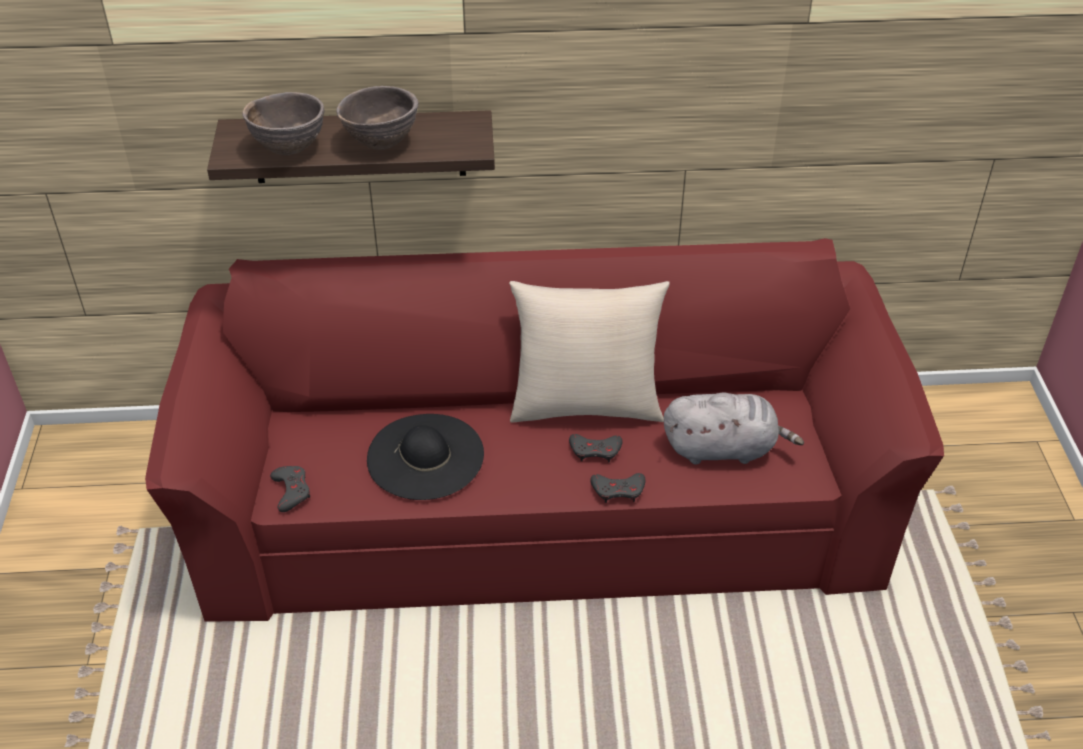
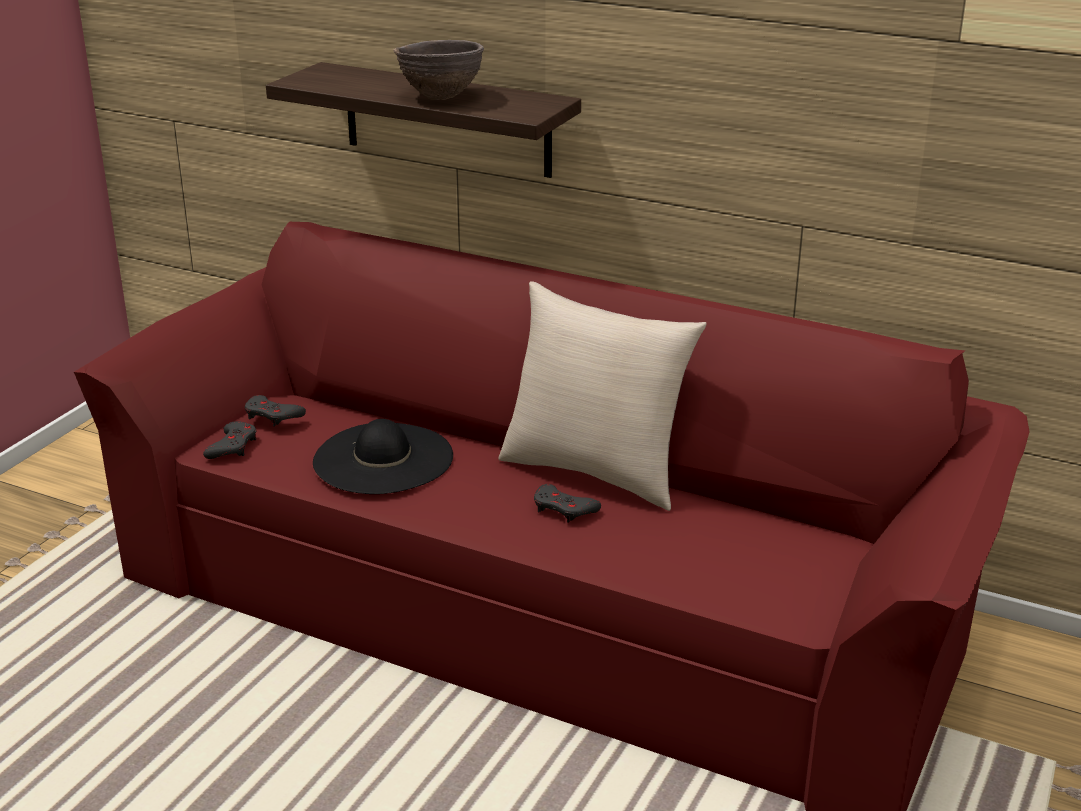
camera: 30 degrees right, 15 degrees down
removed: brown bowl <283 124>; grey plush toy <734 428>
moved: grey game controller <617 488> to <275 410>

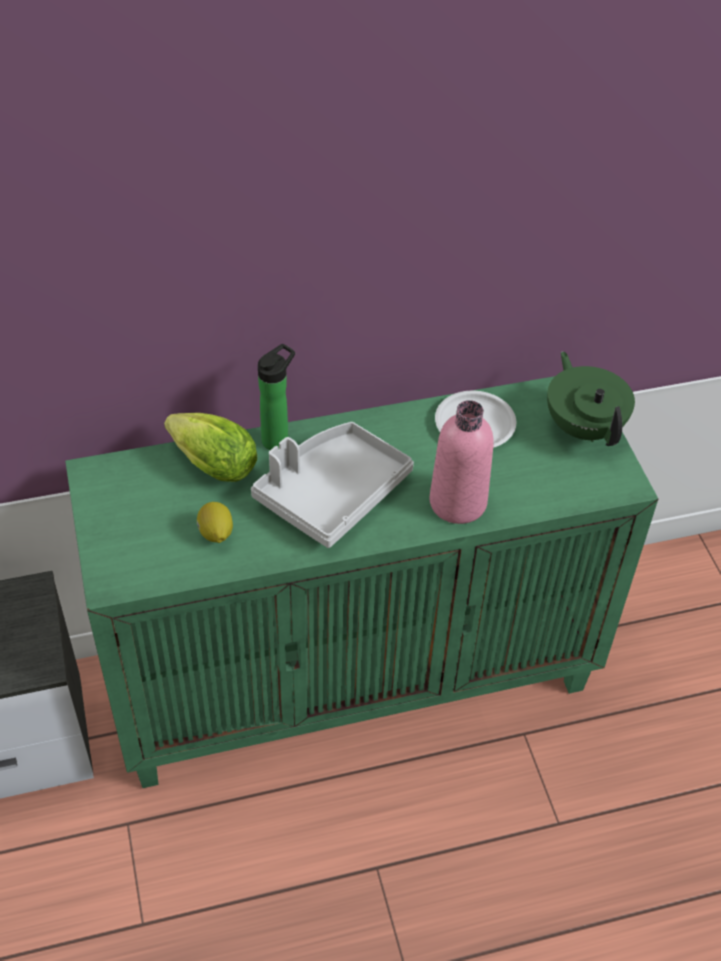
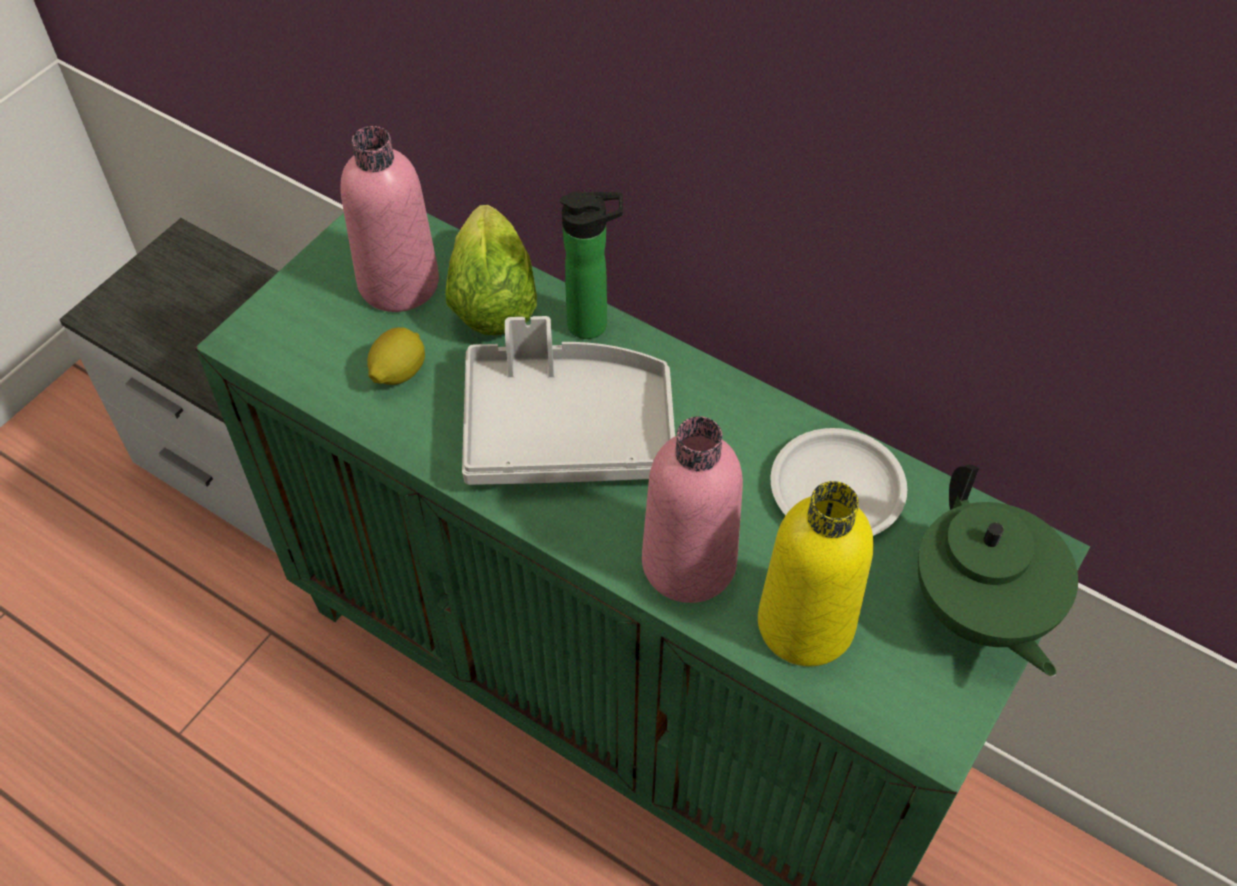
camera: 50 degrees right, 5 degrees up
added: pink bottle <389 219>; yellow bottle <816 573>
turned: green teapot <591 398> = <998 571> 135 degrees clockwise

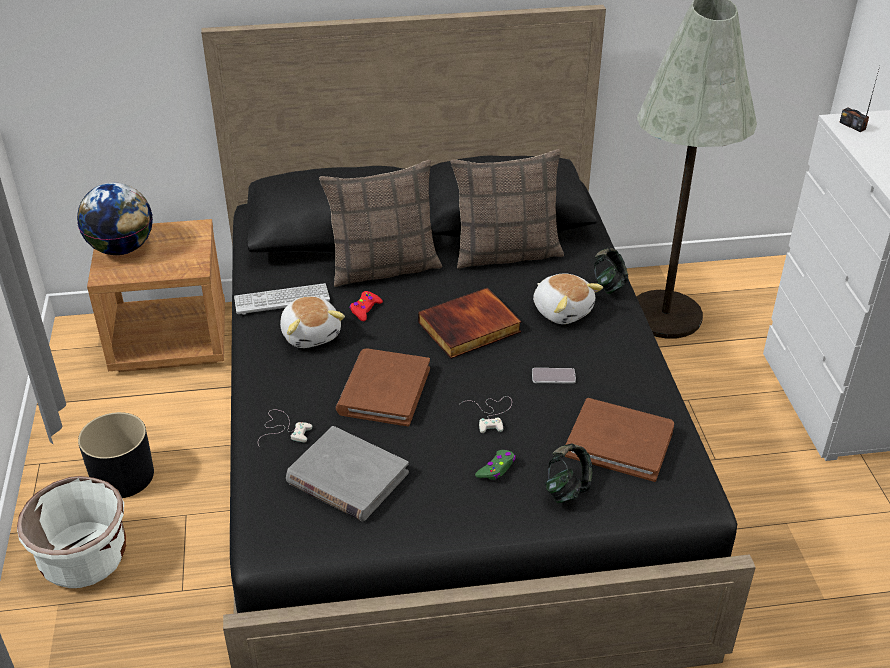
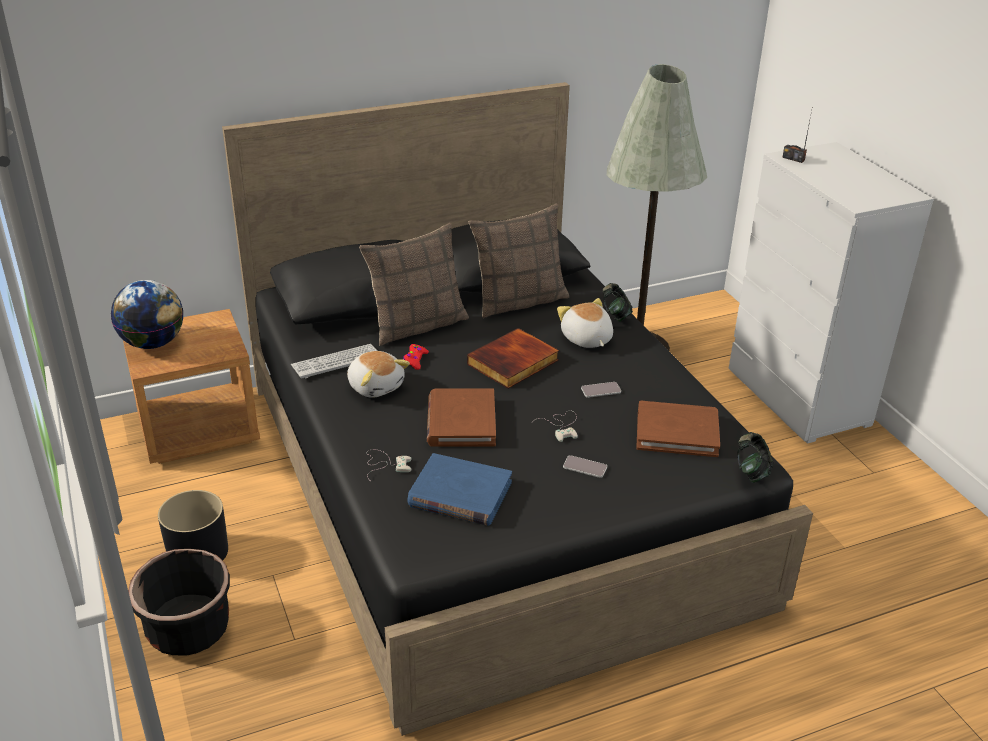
camera: 15 degrees left, 5 degrees down
moved: headphones <568 473> to <755 457>
replaced: green game controller <495 465> to phone <585 466>
recoloured: white planter <71 532> to black planter <179 602>; grey book <347 473> to blue book <459 489>
turned: plush toy <568 298> = <585 323> 150 degrees counterclockwise

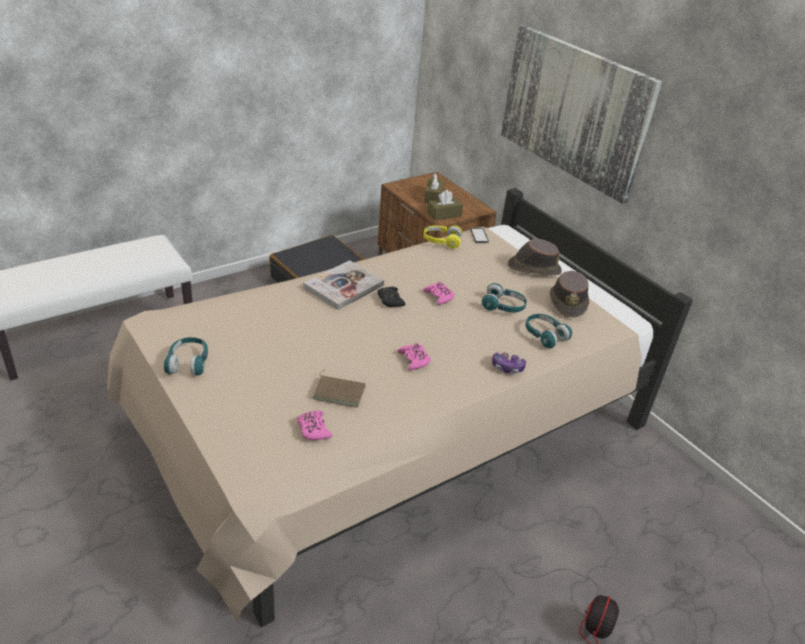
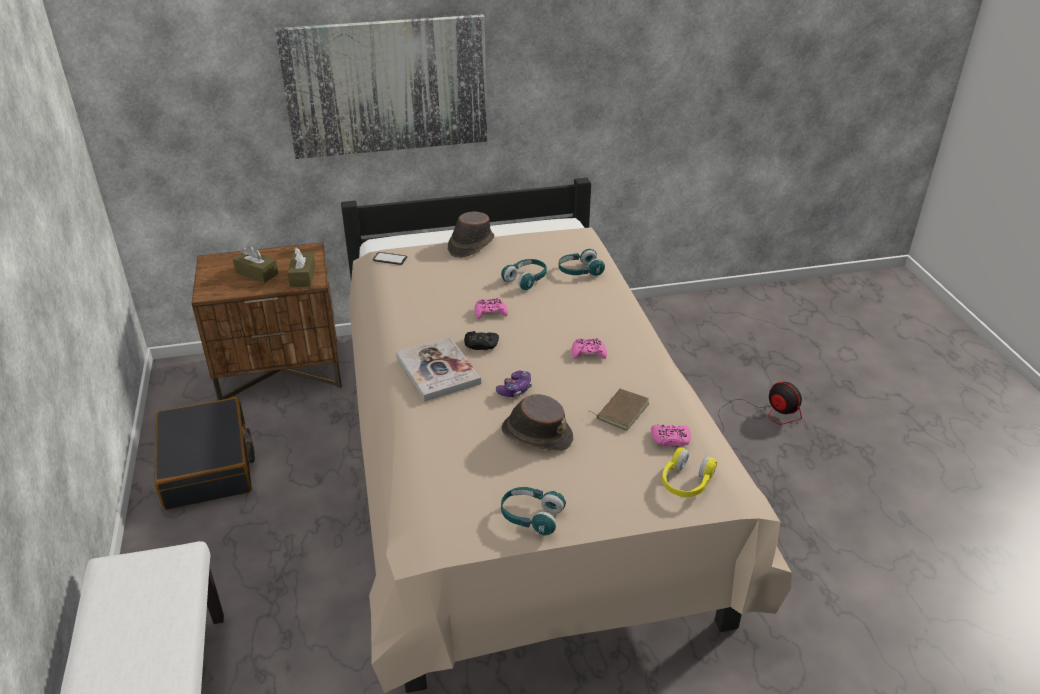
camera: 65 degrees left, 0 degrees up
moved: yellow headphones <443 237> to <689 472>; game controller <509 363> to <514 384>; brown hat <569 294> to <537 422>

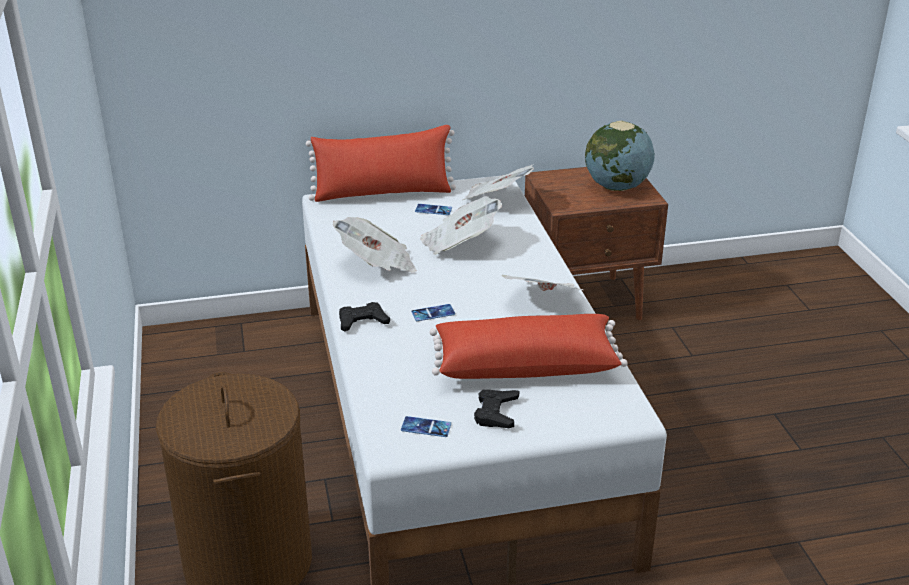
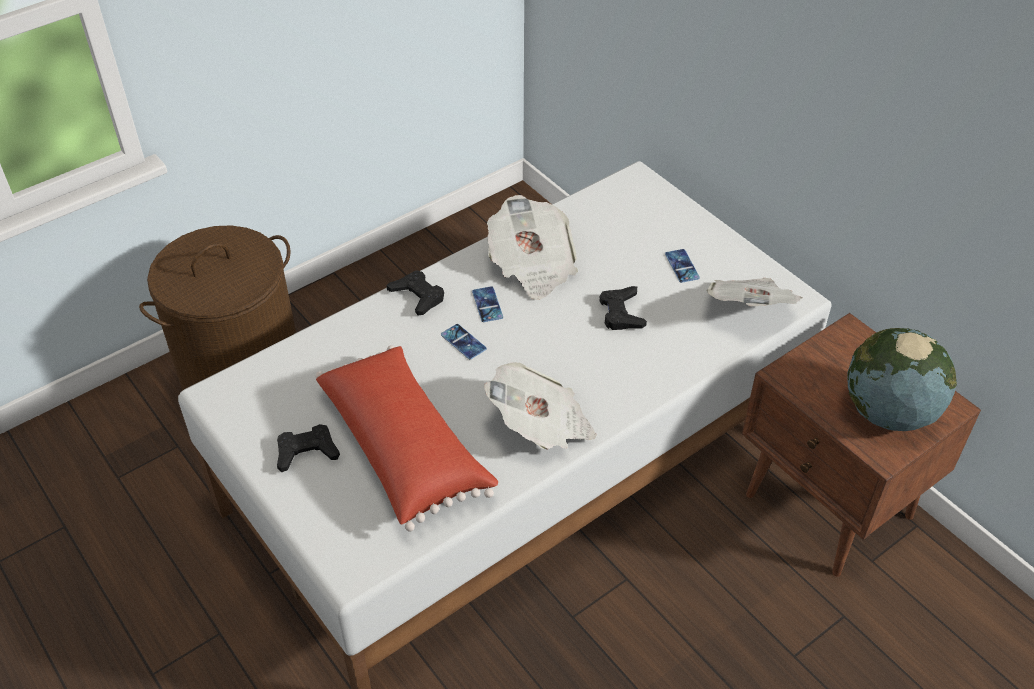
camera: 65 degrees right, 15 degrees up
removed: red pillow <381 163>
moved: phone <426 426> to <487 304>
replaced: newspaper <461 225> to black game controller <623 308>

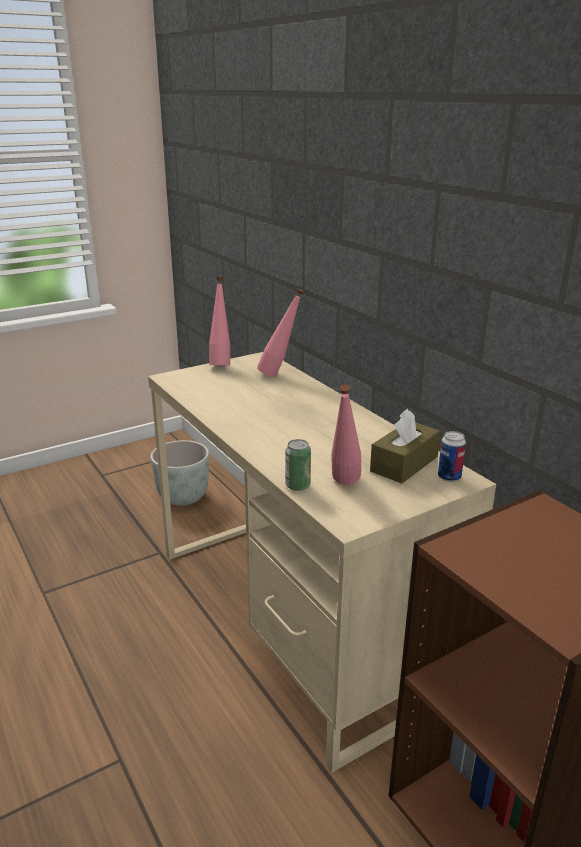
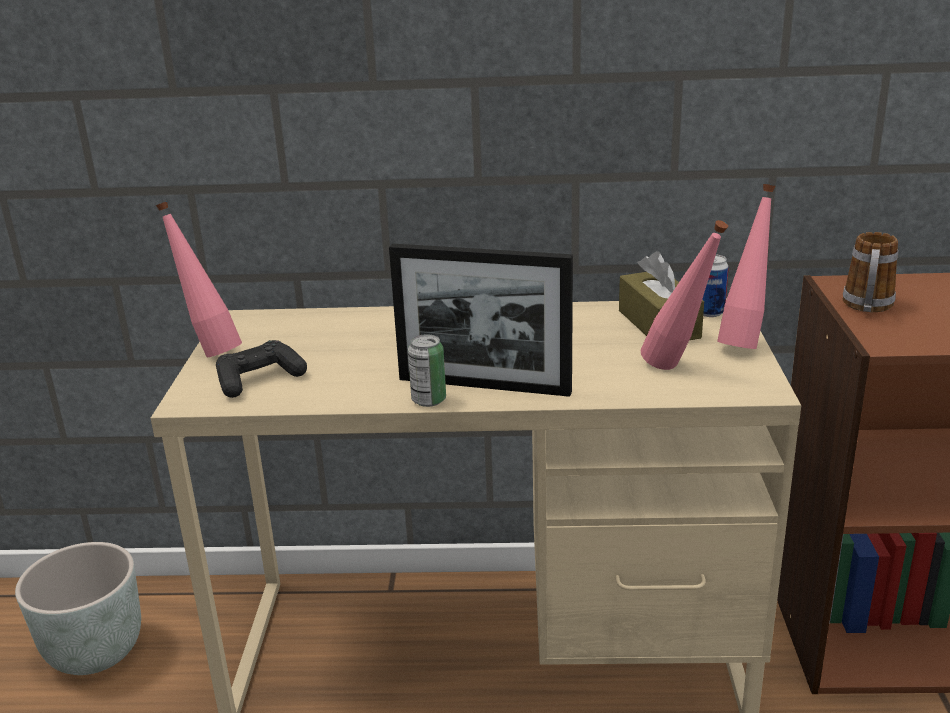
camera: 55 degrees left, 0 degrees up
added: black game controller <261 369>; picture frame <481 320>; mug <870 272>
moved: pink bottle <280 332> to <746 266>; can <298 465> to <427 370>

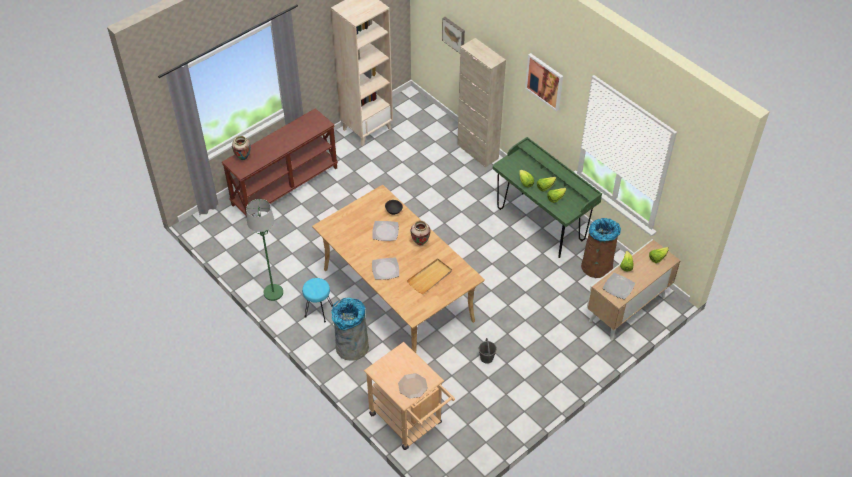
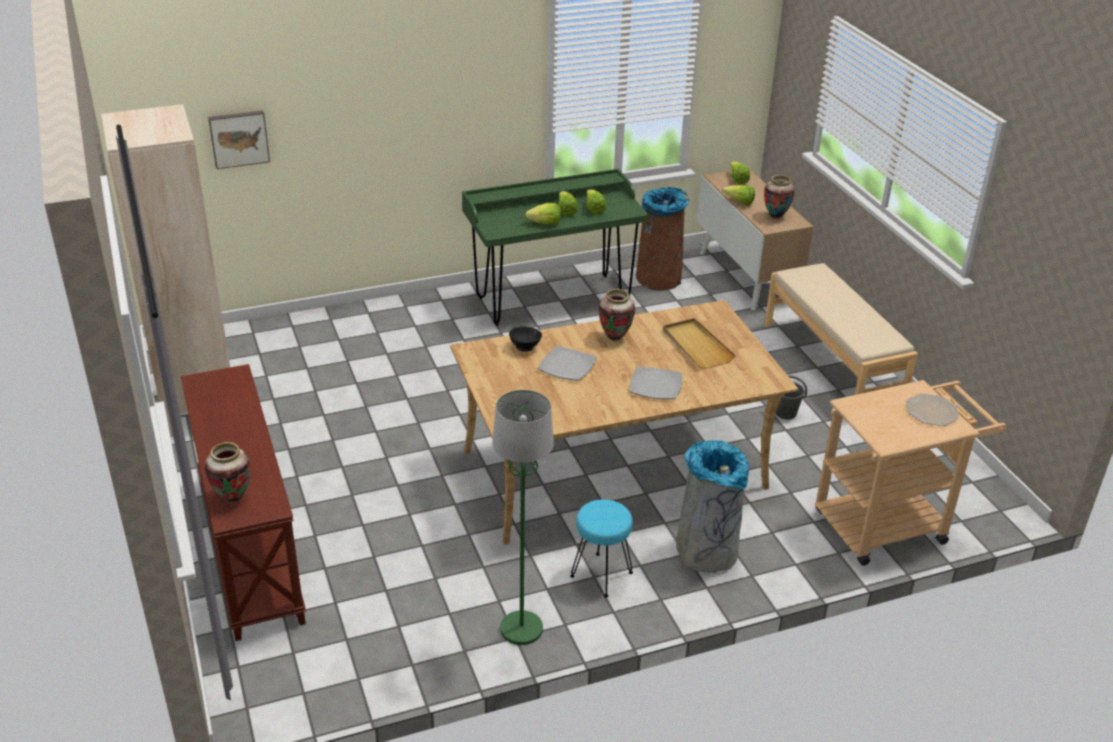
camera: 70 degrees left, 15 degrees down
removed: beige cabinet <481 102>; picture <544 82>
added: beige bench <841 329>
replaced: plate <619 286> to vase <779 197>

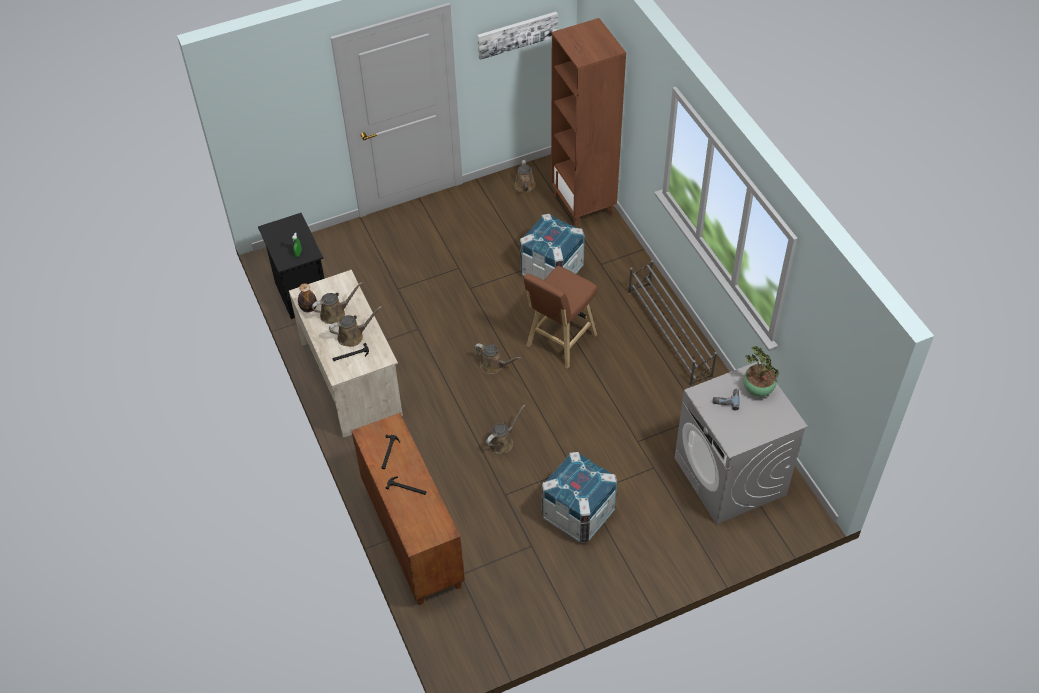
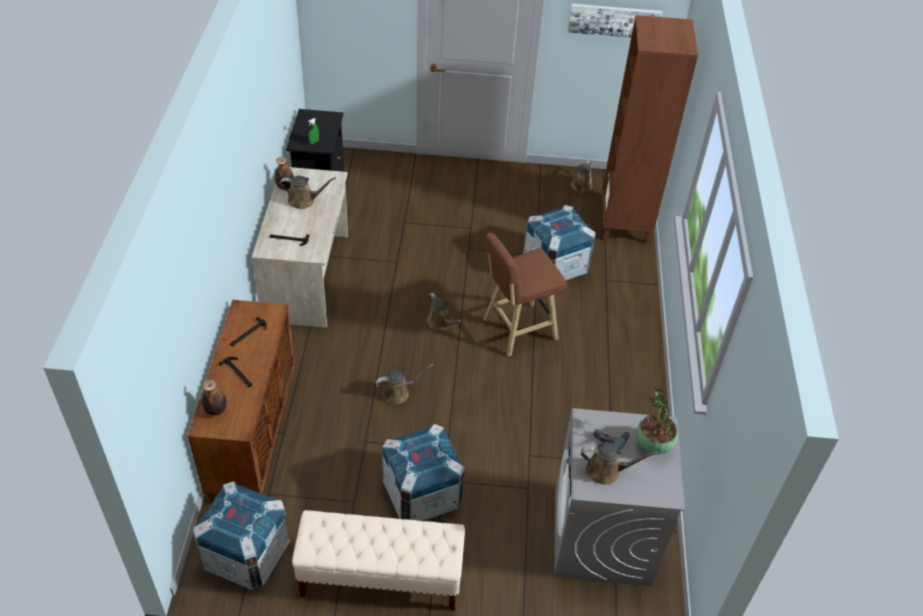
camera: 25 degrees right, 5 degrees down
removed: grey shoe rack <672 323>
added: crate <241 535>; bottle <214 398>; beige bench <378 560>
moved: brown watering can <355 326> to <620 464>

